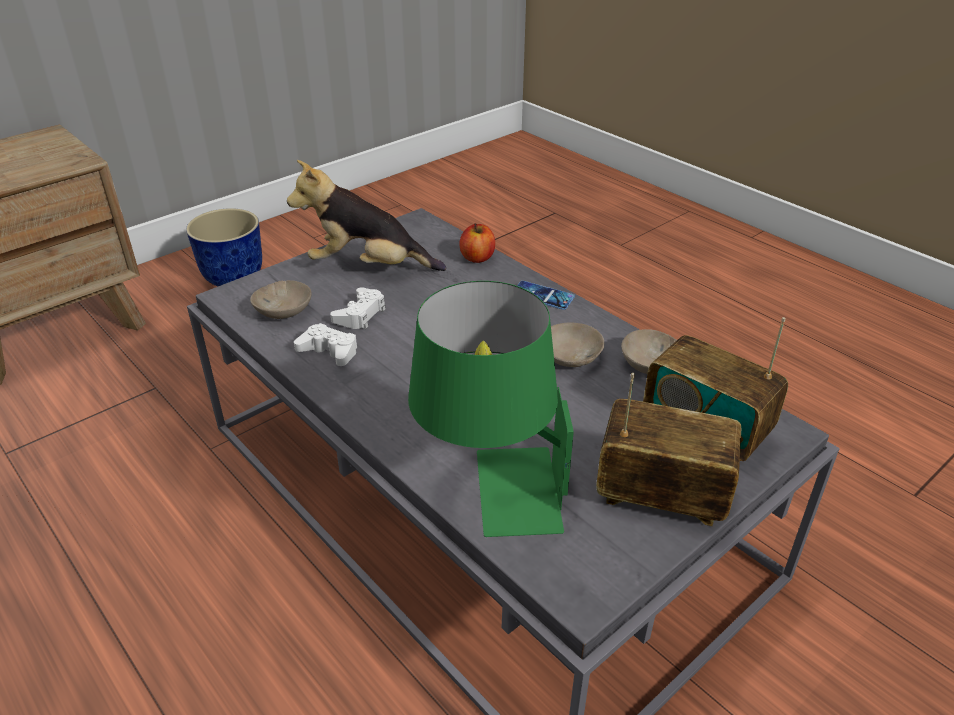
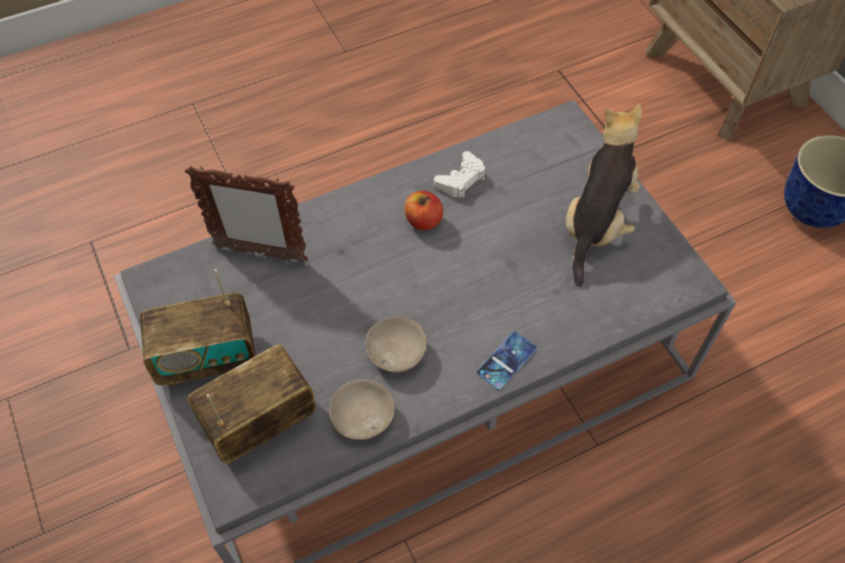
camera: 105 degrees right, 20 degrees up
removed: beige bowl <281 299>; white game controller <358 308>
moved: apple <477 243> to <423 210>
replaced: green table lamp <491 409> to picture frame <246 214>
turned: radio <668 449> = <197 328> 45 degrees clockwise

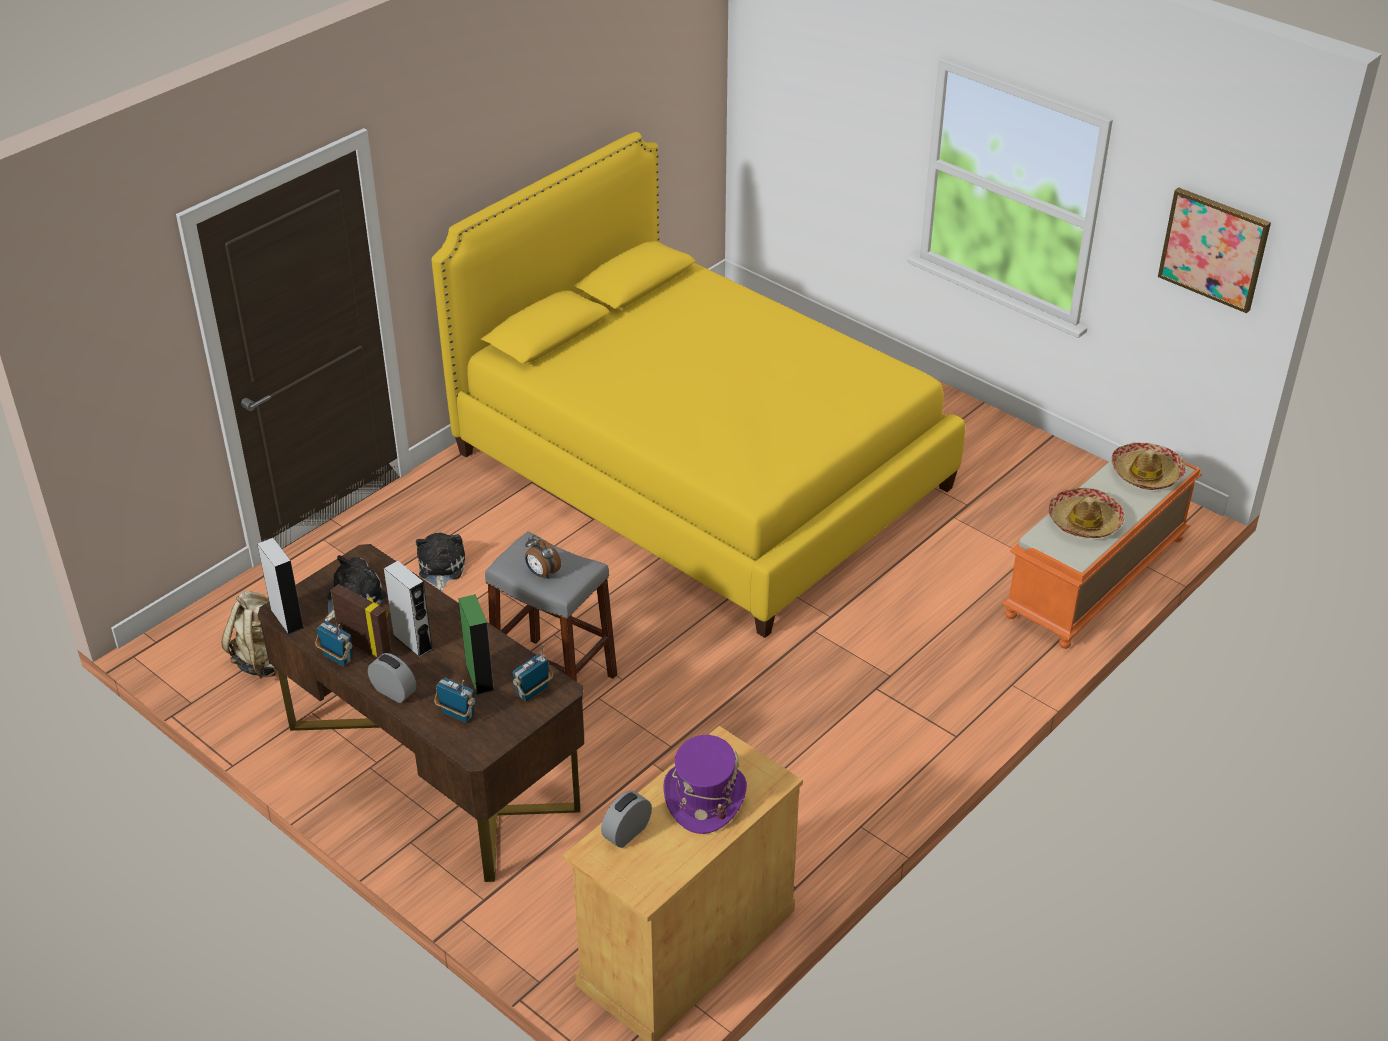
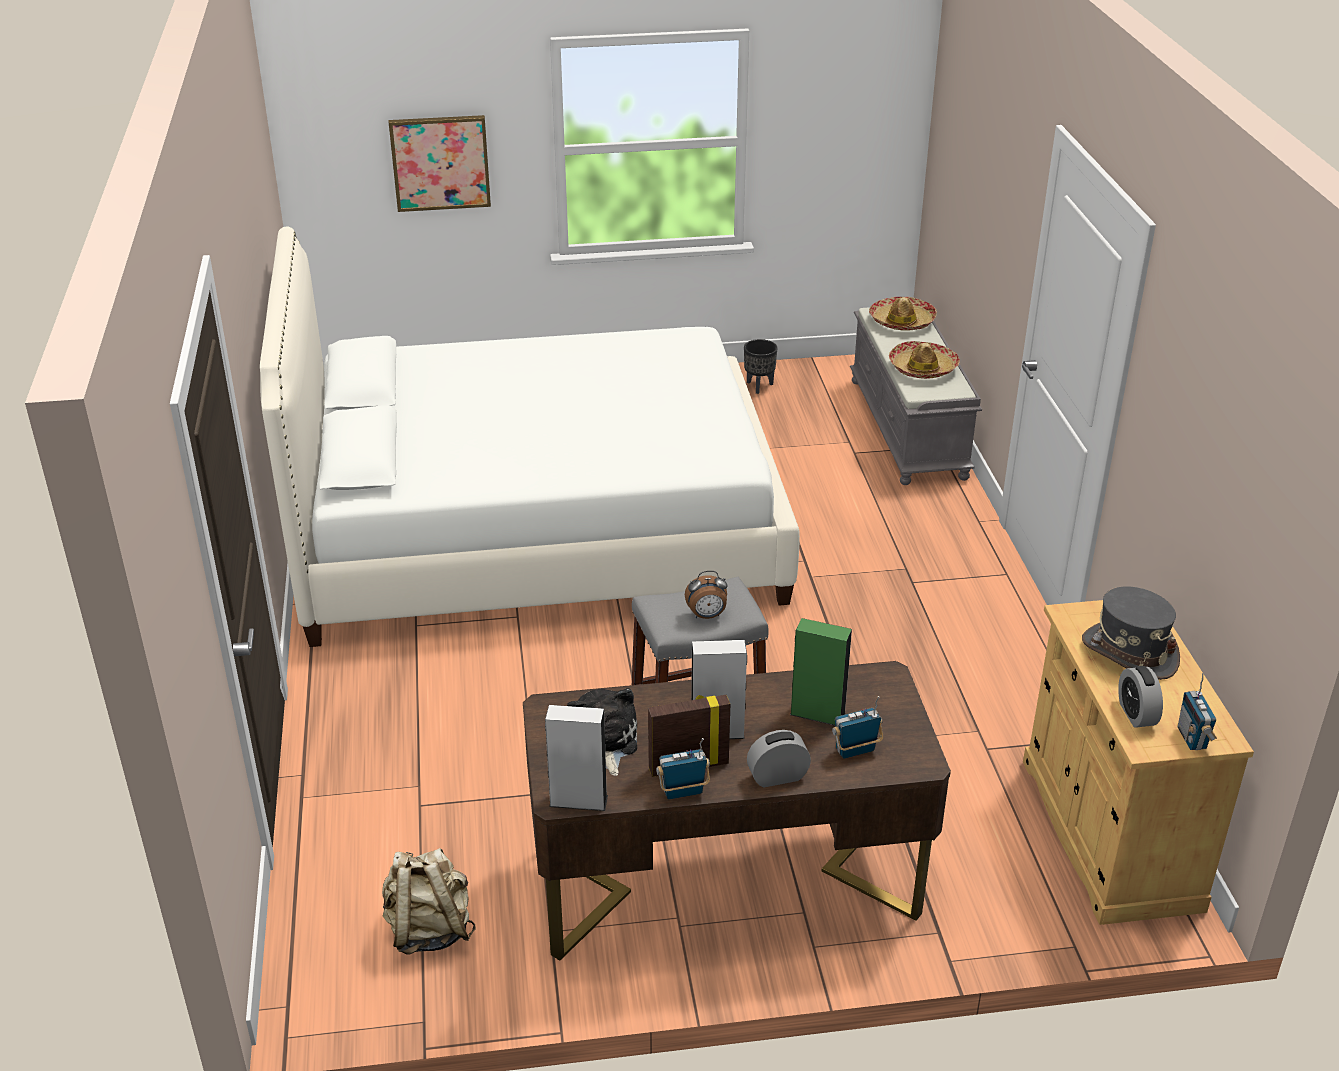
camera: 50 degrees left, 5 degrees down
removed: plush toy <440 562>
added: black planter <760 366>
moved: radio <533 672> to <1197 711>; picture <1214 250> to <440 163>
recoloured: yellow bed <698 385> to white bed <530 436>; purple hat <705 784> to grey hat <1131 633>; orange bench <1102 545> to grey bench <916 396>

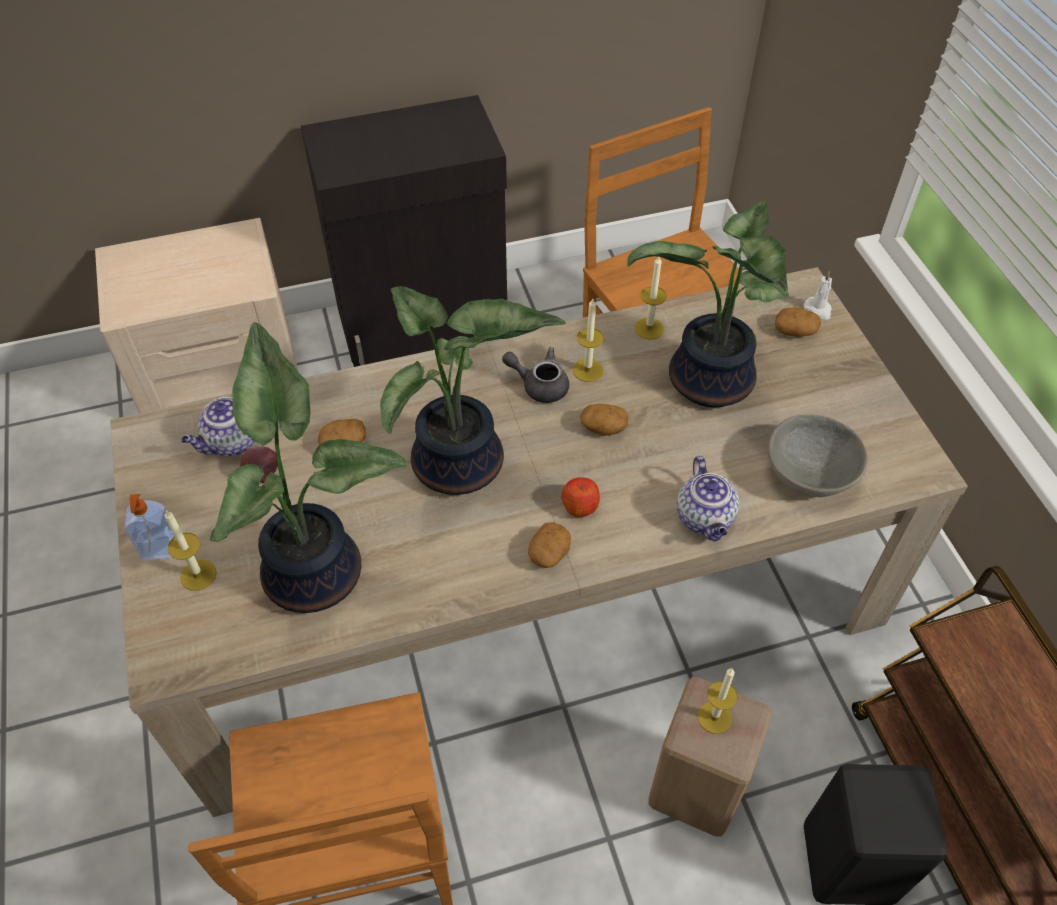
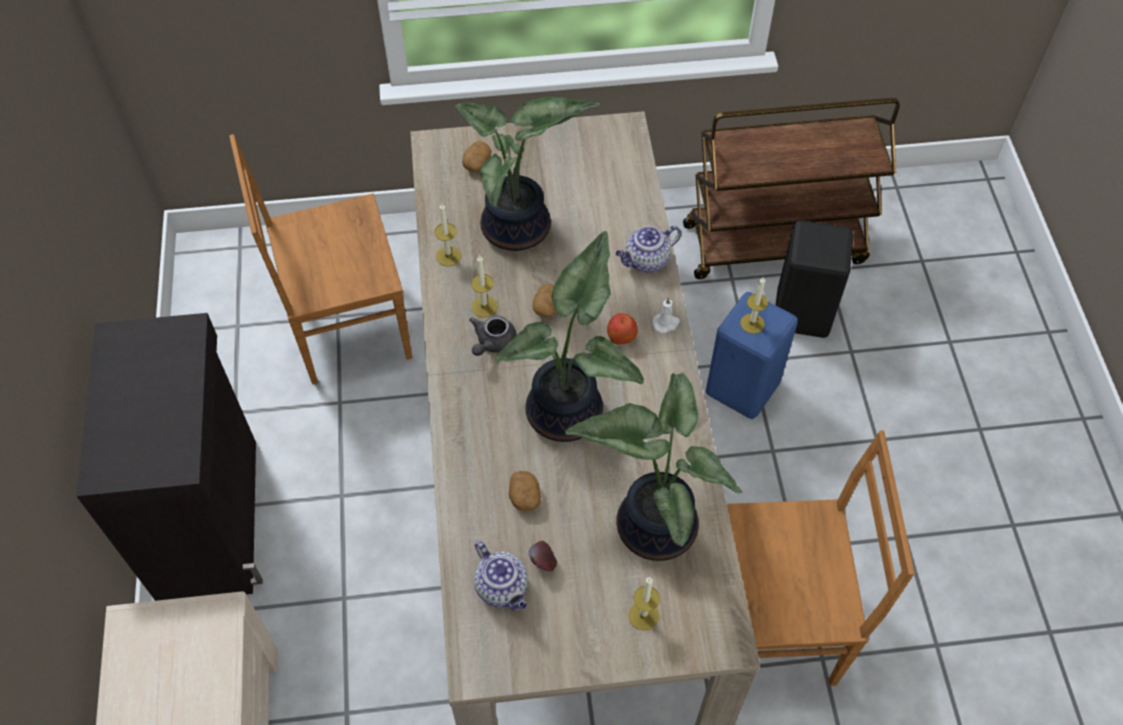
camera: 80 degrees left, 5 degrees up
removed: soap dispenser <150 527>; potato <549 545>; grey bowl <818 455>
moved: white candle <818 295> to <666 315>
recoloured: beige stool <709 757> to blue stool <752 355>
turned: teapot <708 499> = <648 249> 150 degrees clockwise

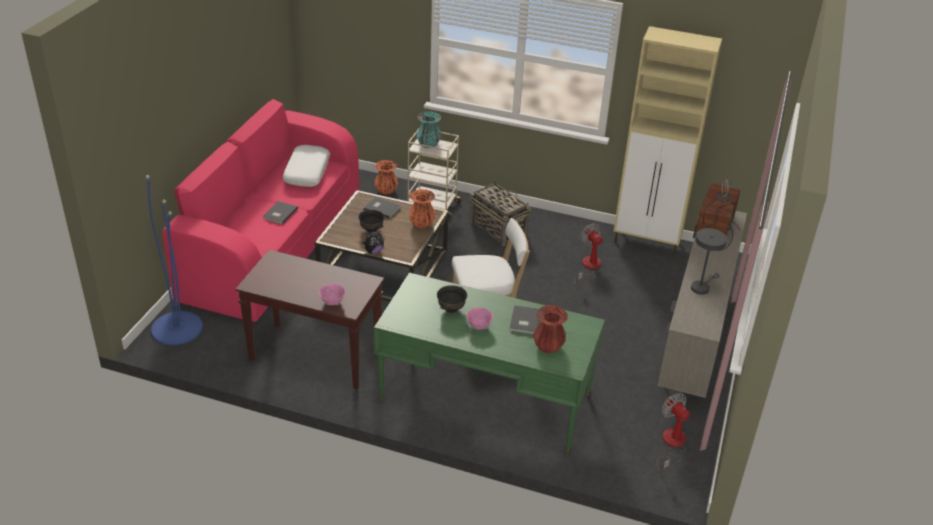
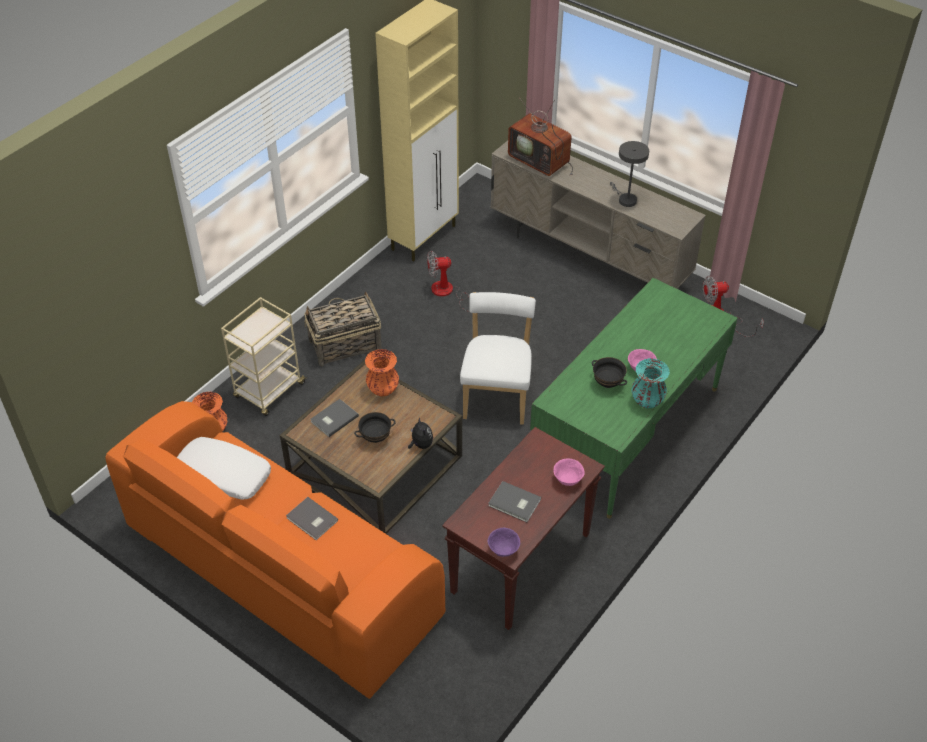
camera: 70 degrees left, 10 degrees up
removed: blue floor lamp <174 260>; red vase <551 329>
added: purple bowl <503 542>
moved: turquoise vase <429 130> to <651 383>; grey book <524 320> to <514 501>
recoloured: pink sofa <260 210> to orange sofa <275 550>

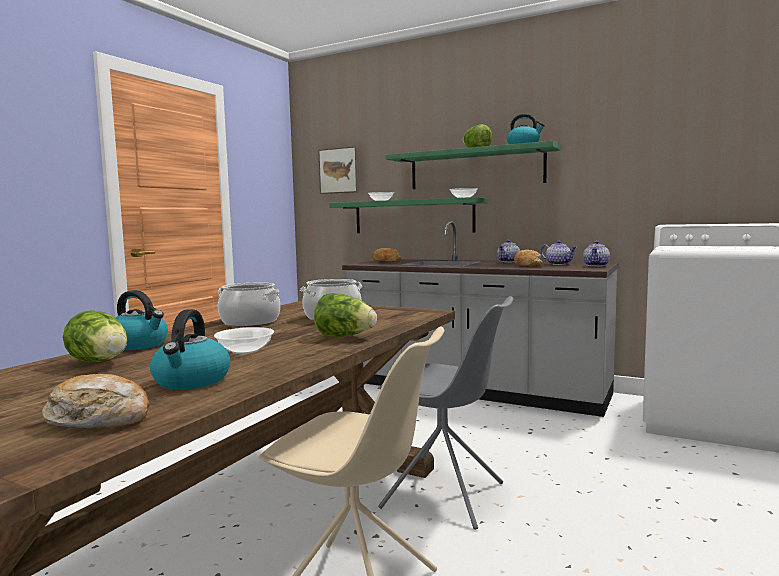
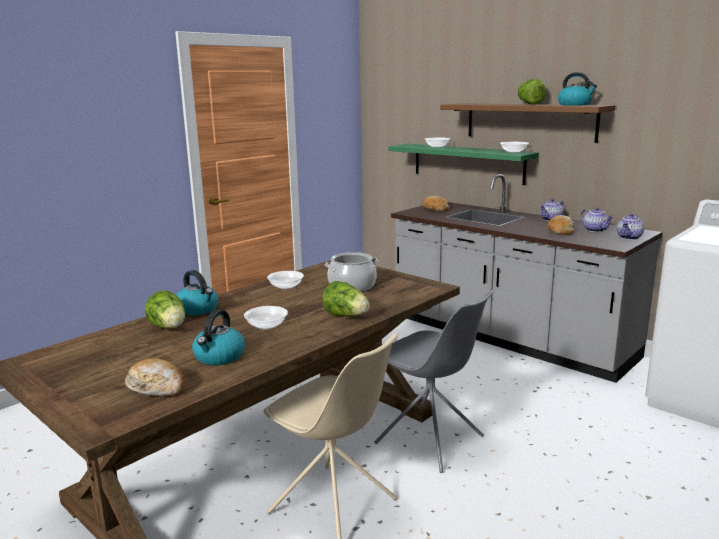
camera: 15 degrees right, 10 degrees up
removed: picture <339 170>
replaced: cooking pot <249 305> to bowl <285 280>
recoloured: green shelf <473 165> to brown shelf <527 123>

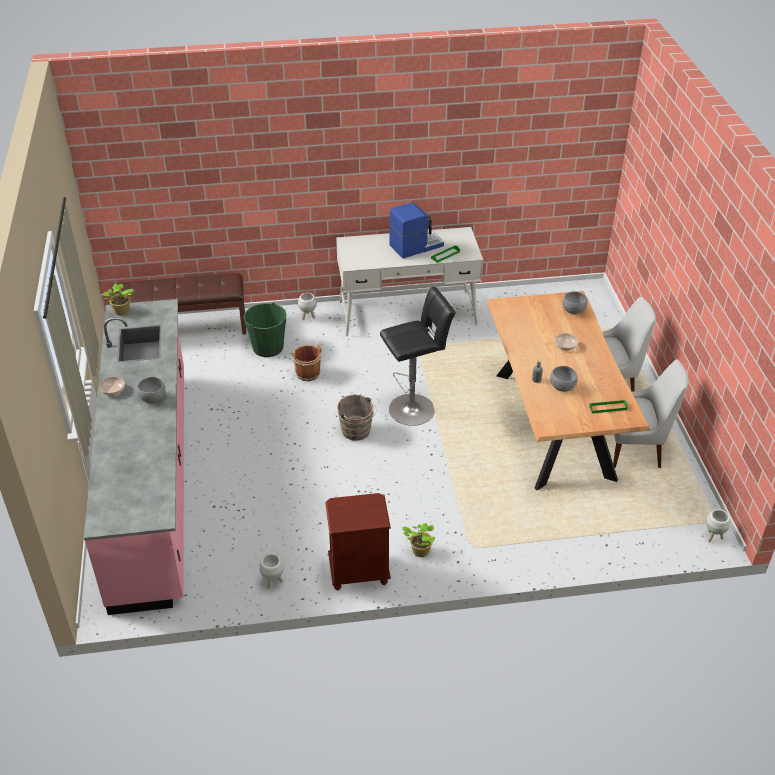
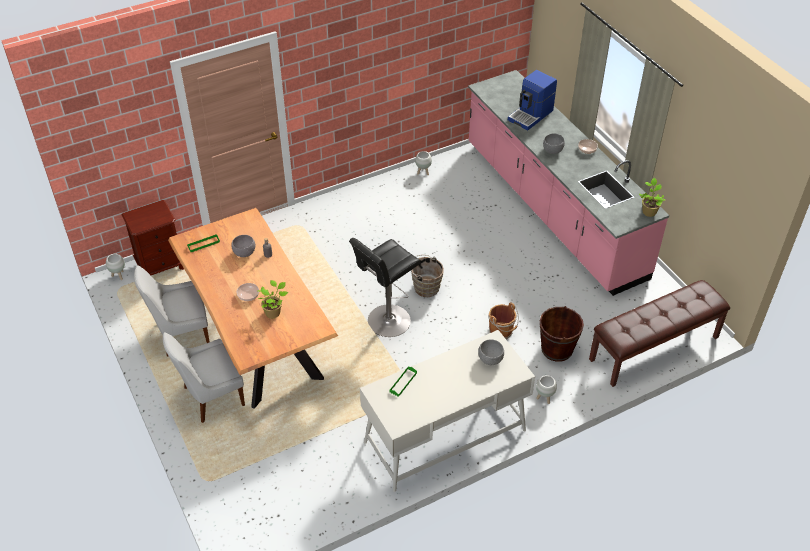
camera: 160 degrees right, 5 degrees up
moved: brown nightstand <358 542> to <153 237>; coffee machine <416 230> to <532 100>; potted plant <418 540> to <273 299>; grey bowl <575 302> to <491 352>
recoloured: green bucket <265 329> to brown bucket <562 334>

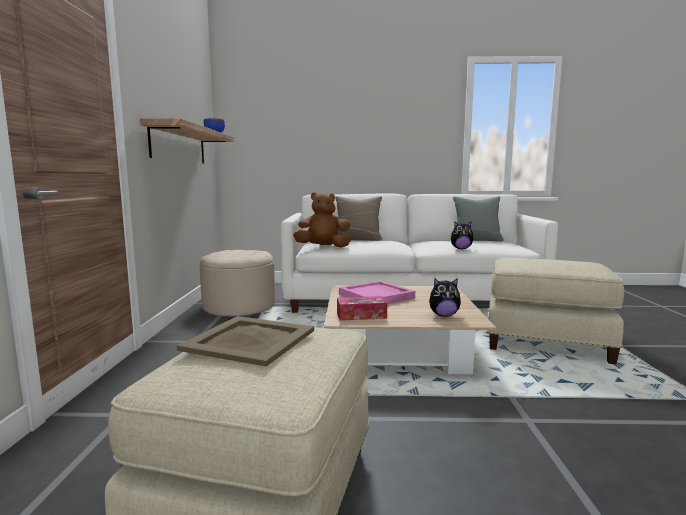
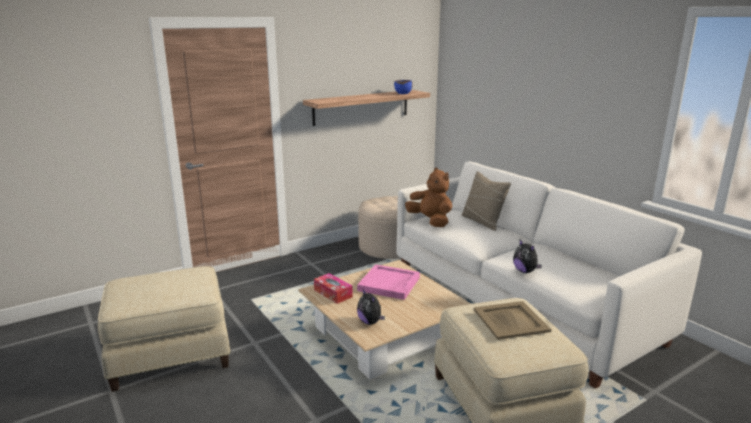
camera: 55 degrees right, 10 degrees up
removed: grey pillow <478 219>
moved: beige tray <245 341> to <513 320>

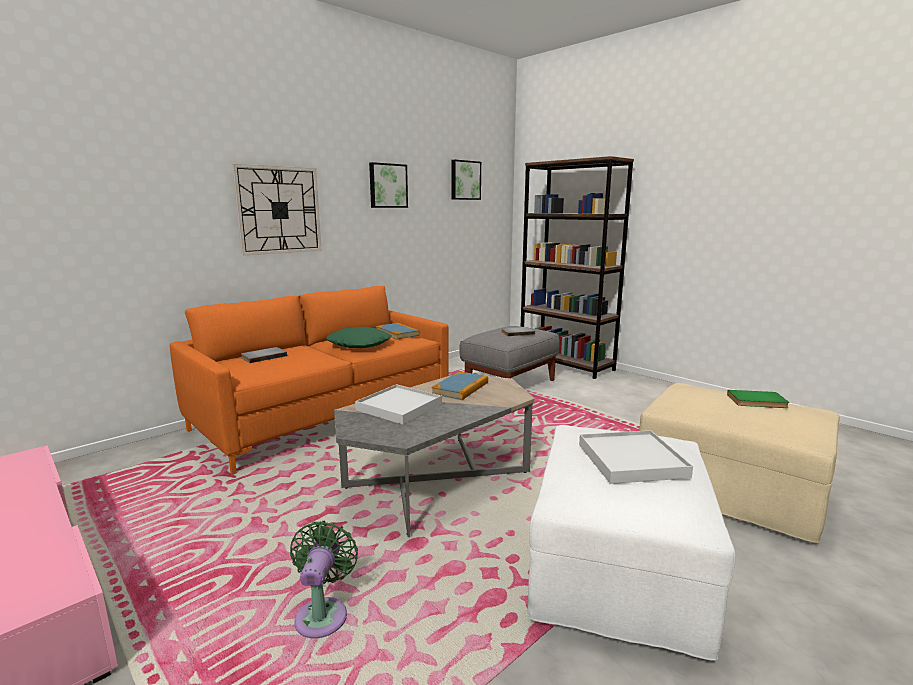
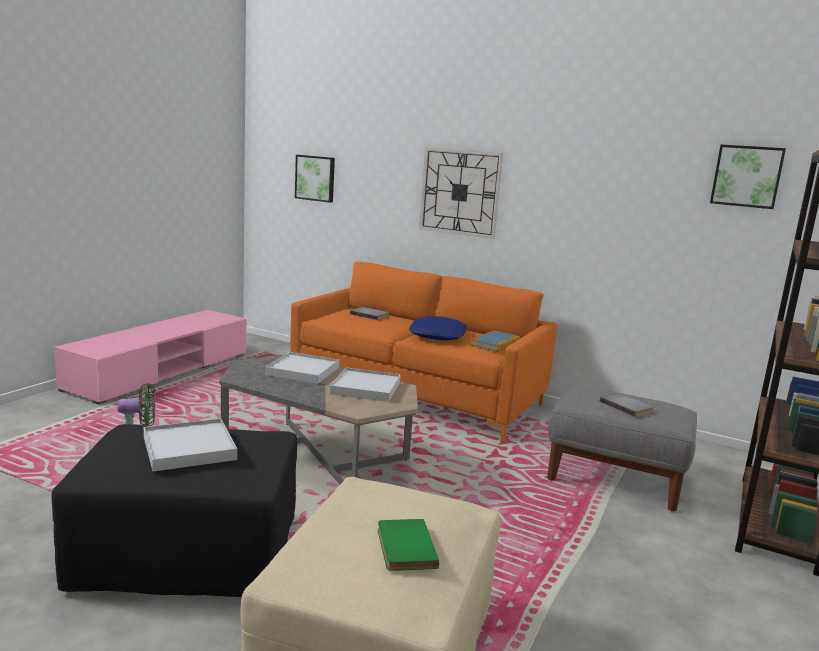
camera: 70 degrees right, 0 degrees up
moved: picture <388 185> to <315 179>
replaced: book <459 386> to white tray <365 384>
recoloured: green pillow <359 337> to blue pillow <437 328>; white ottoman <632 543> to black ottoman <174 510>

